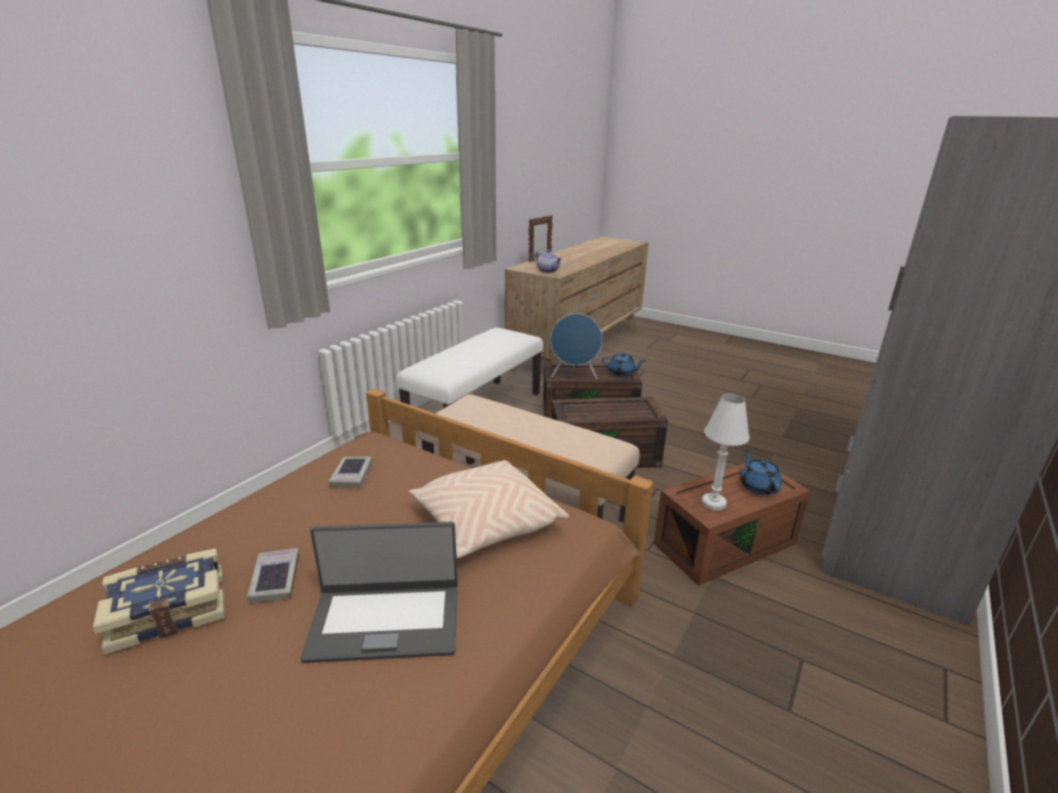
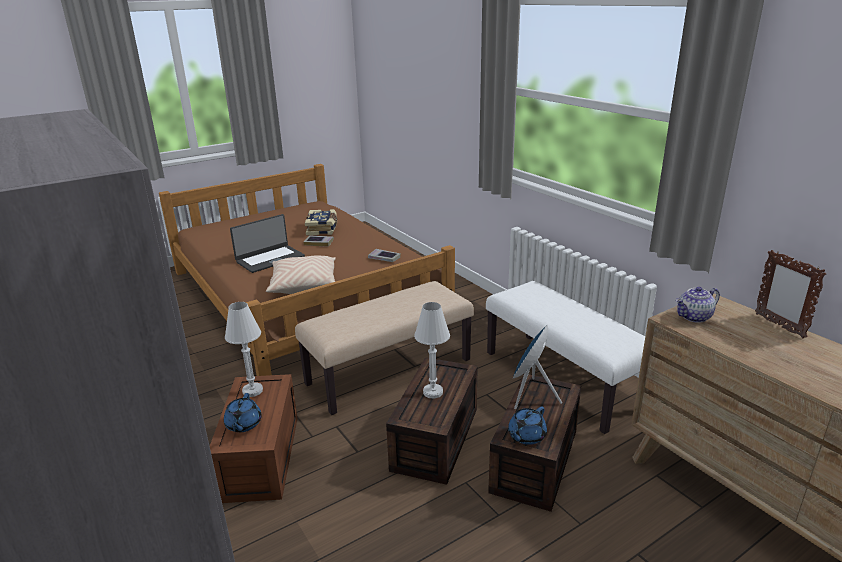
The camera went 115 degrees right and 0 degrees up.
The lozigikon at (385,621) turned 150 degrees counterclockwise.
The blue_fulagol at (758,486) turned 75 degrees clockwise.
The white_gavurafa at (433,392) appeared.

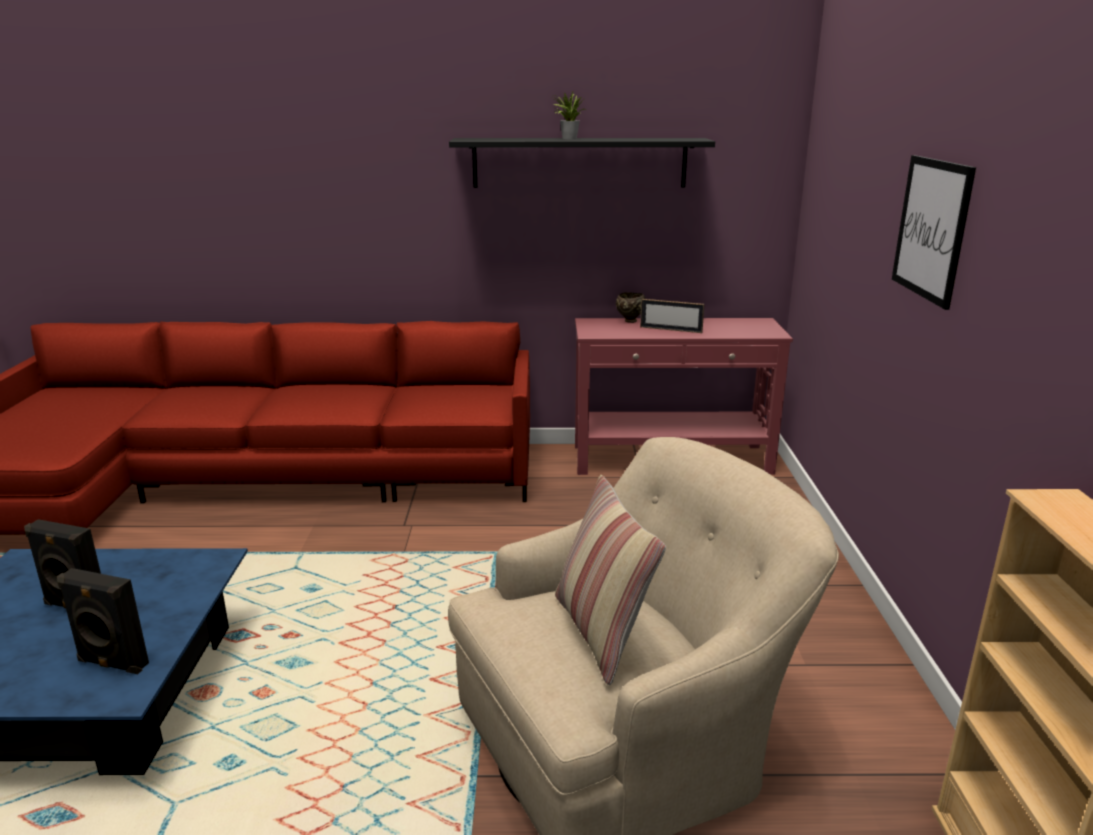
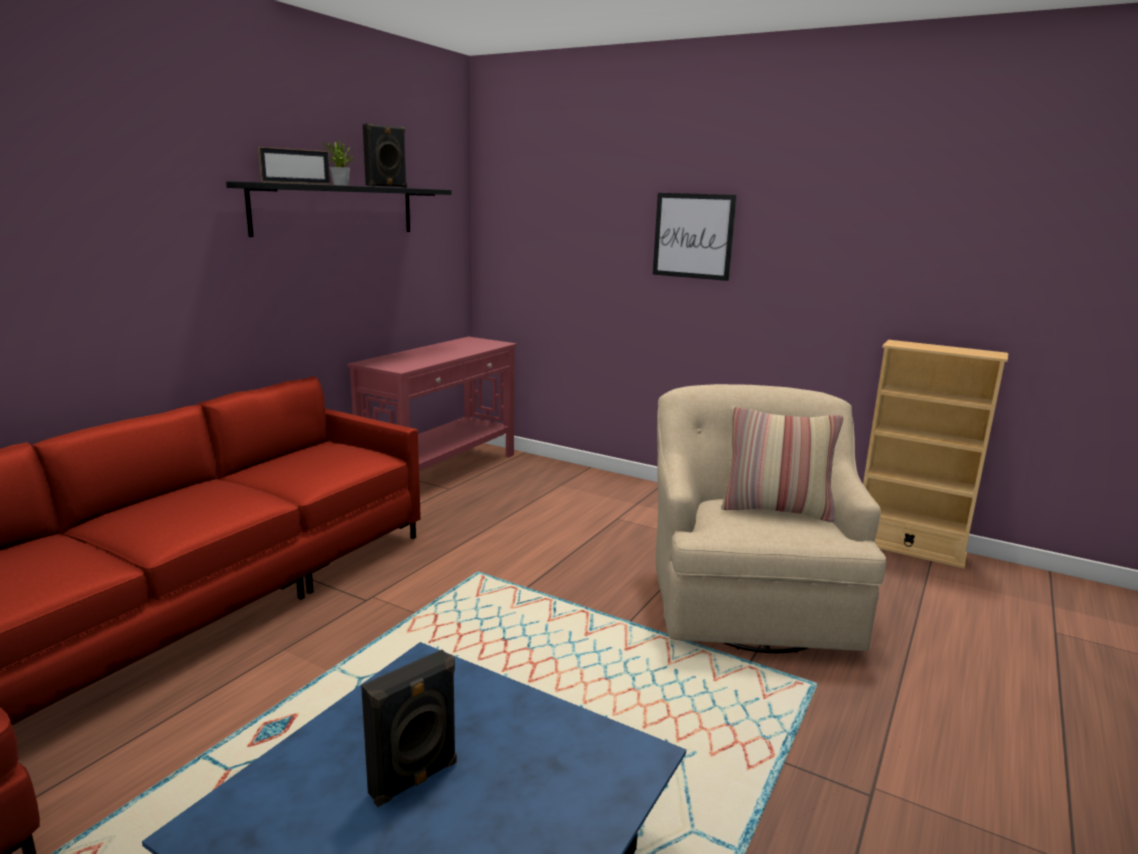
The camera went 60 degrees left and 5 degrees down.
The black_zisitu moved from (112,664) to (387,186).
The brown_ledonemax at (629,321) disappeared.
The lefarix moved from (670,329) to (297,183).

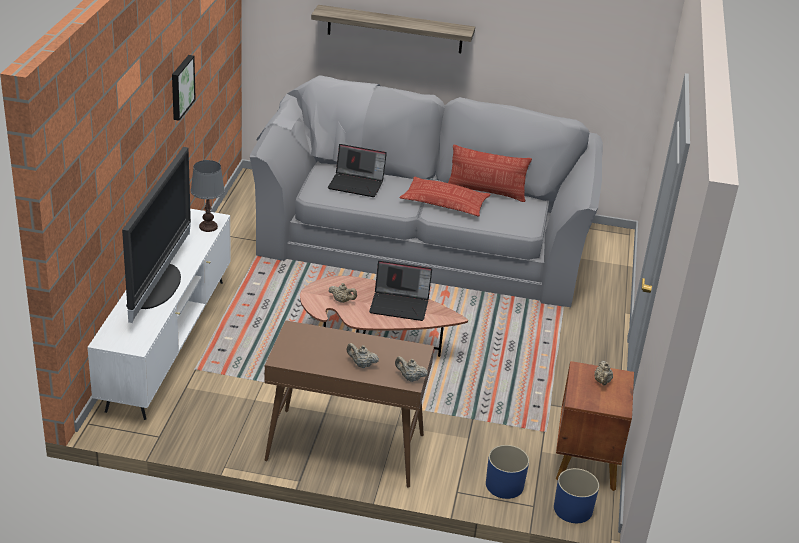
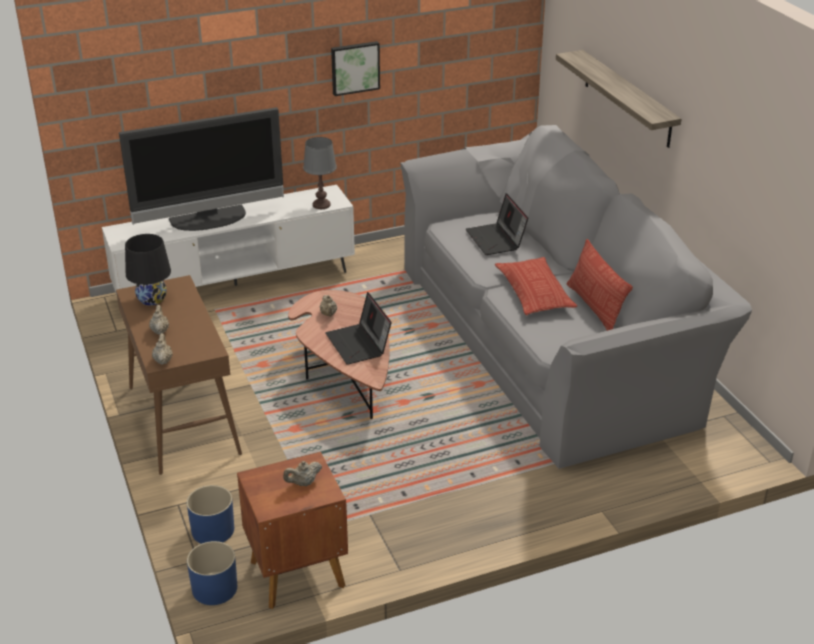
The camera went 60 degrees right and 0 degrees up.
The black_gavurafa at (152,299) appeared.

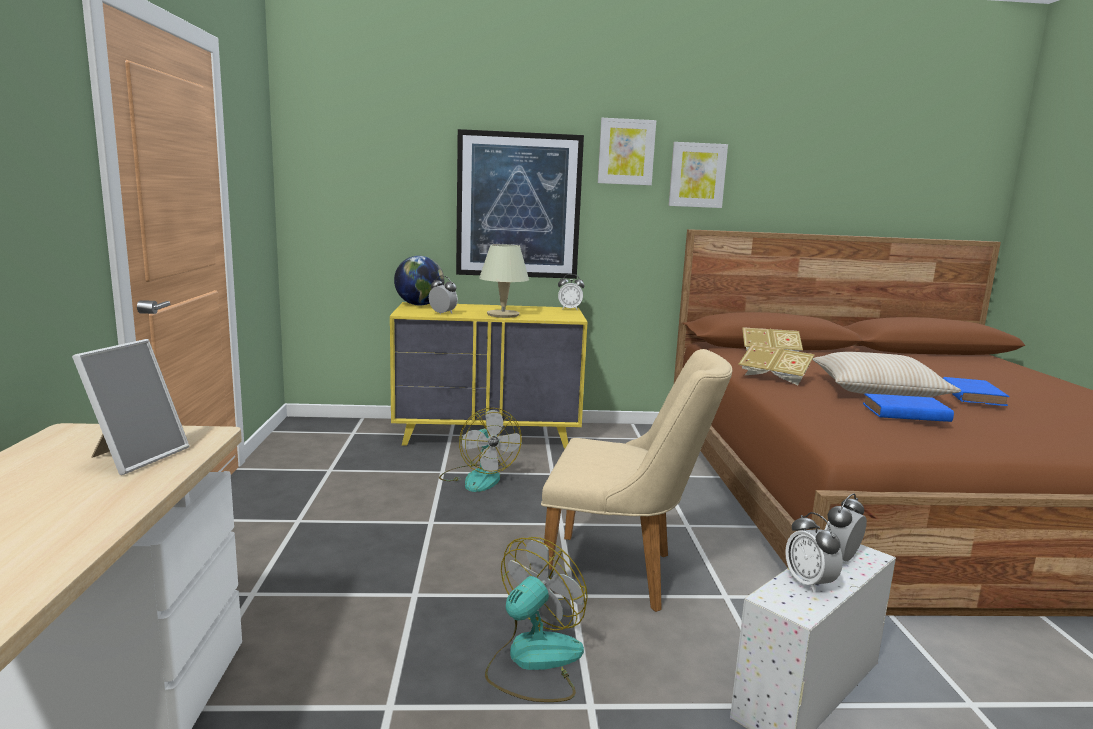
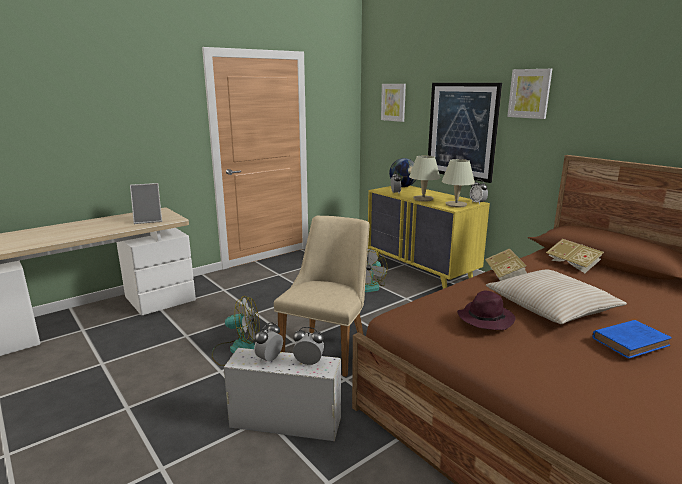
The camera went 55 degrees right and 5 degrees up.
The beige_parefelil at (622,574) turned 135 degrees counterclockwise.
The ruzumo moved from (697,175) to (393,102).
The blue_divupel at (903,413) was replaced by the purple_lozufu at (485,318).
The beige_gavurafa at (455,205) appeared.

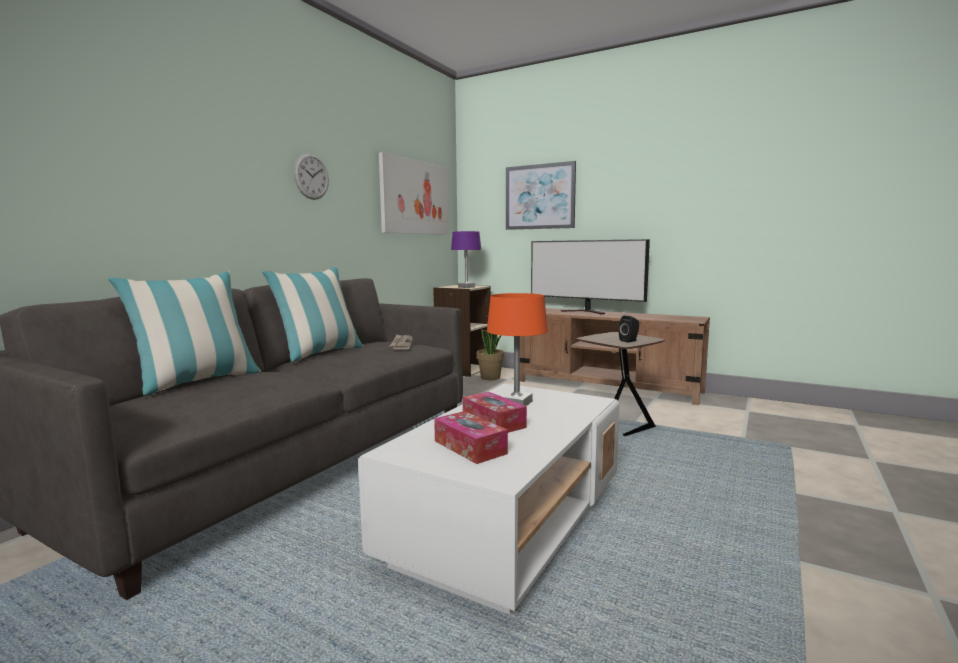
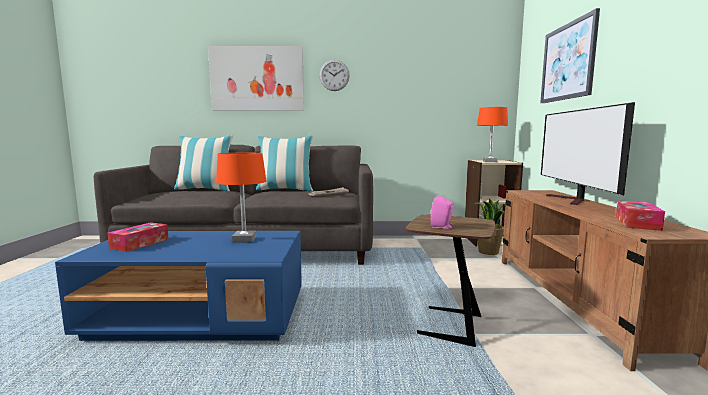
The camera went 60 degrees right and 0 degrees up.
The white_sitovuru at (507,521) became the blue_sitovuru at (201,317).
The ruzumo moved from (415,197) to (257,79).
The purple_gavurafa at (466,287) became the orange_gavurafa at (490,161).
The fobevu moved from (493,422) to (637,223).
The black_zisitu at (630,341) became the pink_zisitu at (442,227).

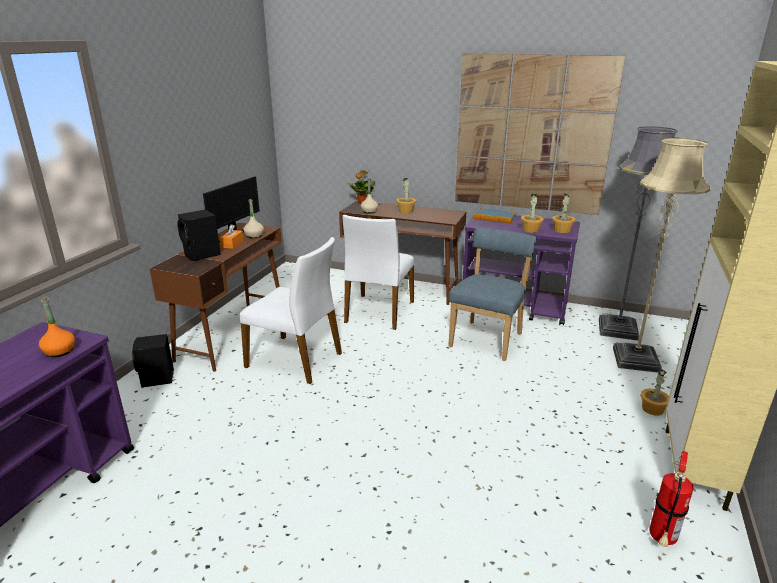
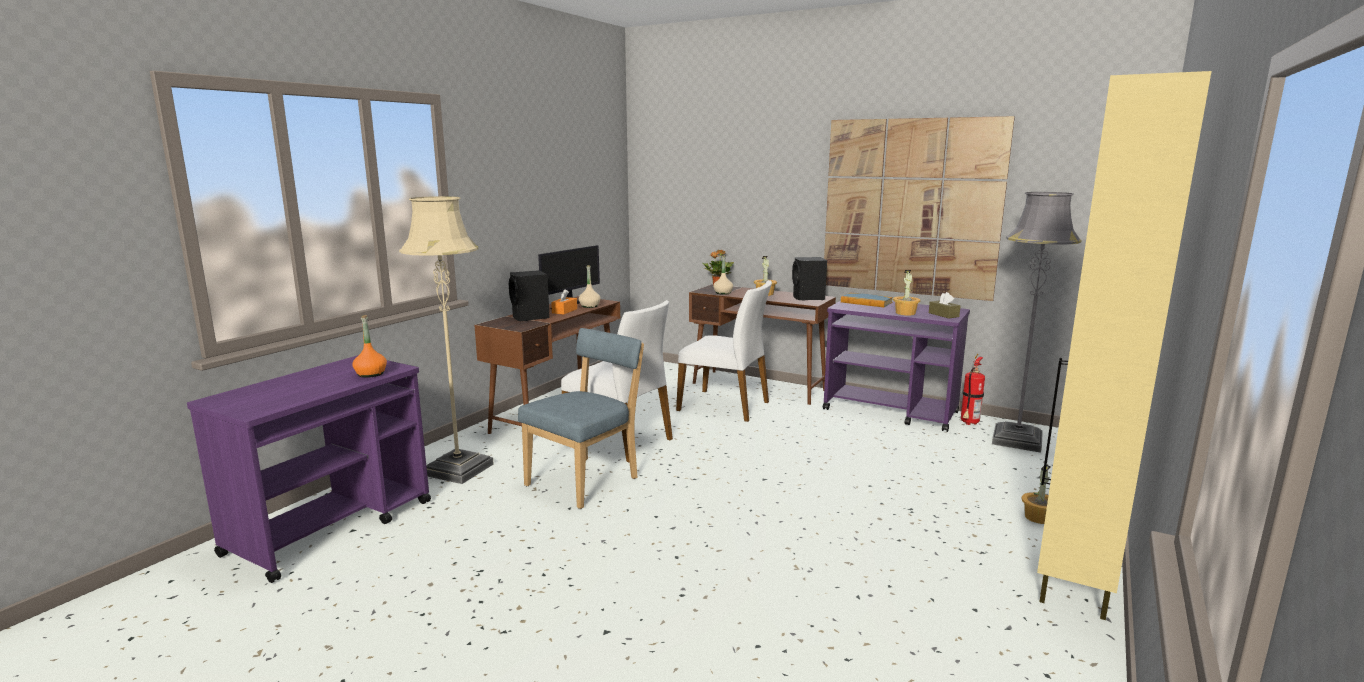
The camera went 10 degrees right and 10 degrees down.
The black_zisitu moved from (157,379) to (808,298).
The white_parefelil at (378,312) turned 90 degrees counterclockwise.
The blue_parefelil moved from (488,338) to (586,480).
The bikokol at (562,230) was replaced by the brown_fobevu at (943,315).
The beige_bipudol moved from (635,359) to (459,469).
The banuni moved from (661,540) to (969,423).

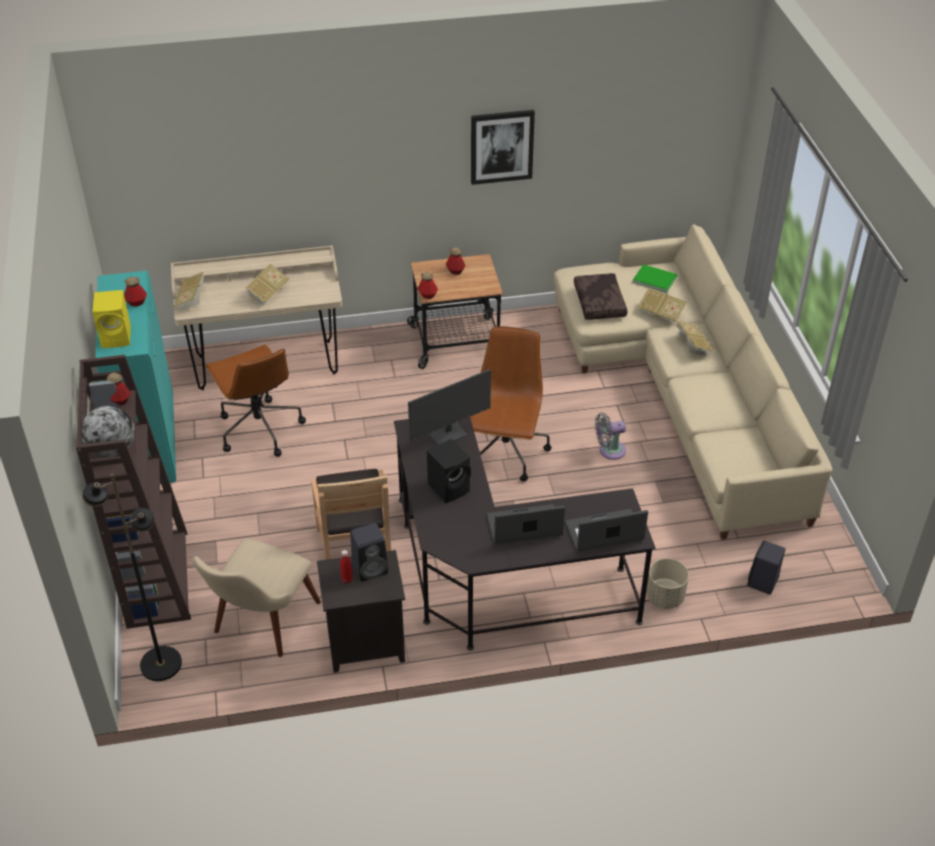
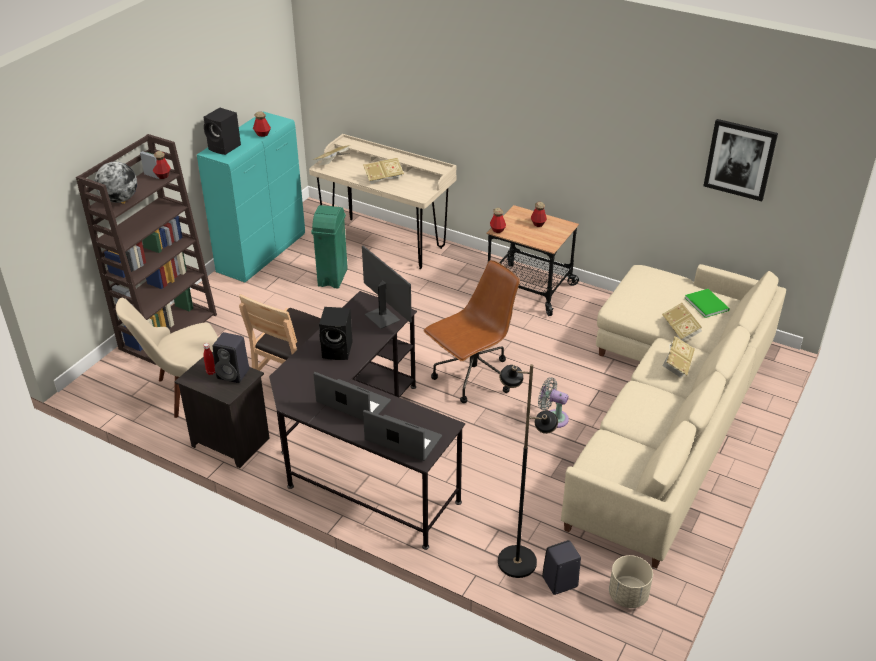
The camera went 40 degrees right and 5 degrees down.
The black_bipudol moved from (160,664) to (517,561).
The yellow_zisitu at (117,337) became the black_zisitu at (225,148).
The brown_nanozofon at (259,428) was replaced by the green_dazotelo at (332,278).
The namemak at (447,434) turned 135 degrees counterclockwise.
The ruzumo moved from (501,146) to (740,159).
The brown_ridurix at (600,303) disappeared.
The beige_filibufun moved from (665,597) to (628,595).

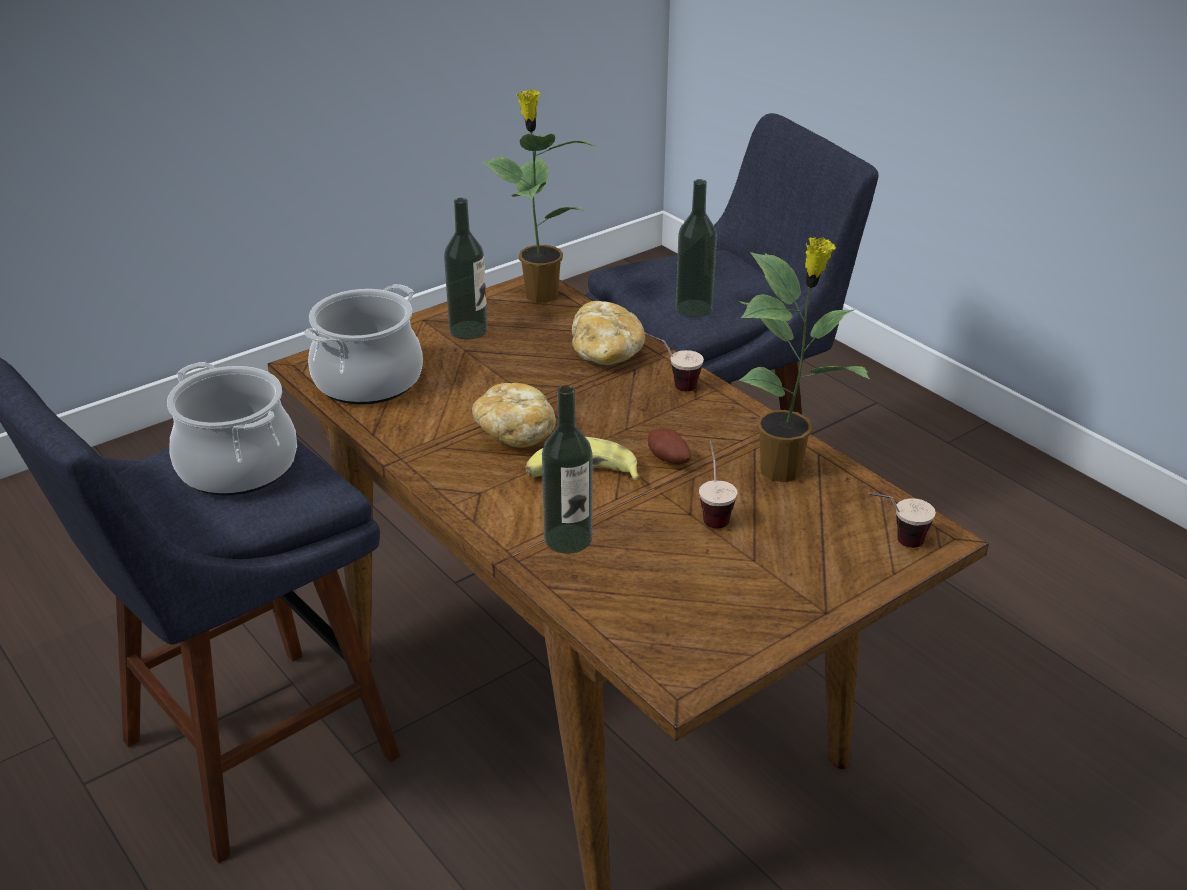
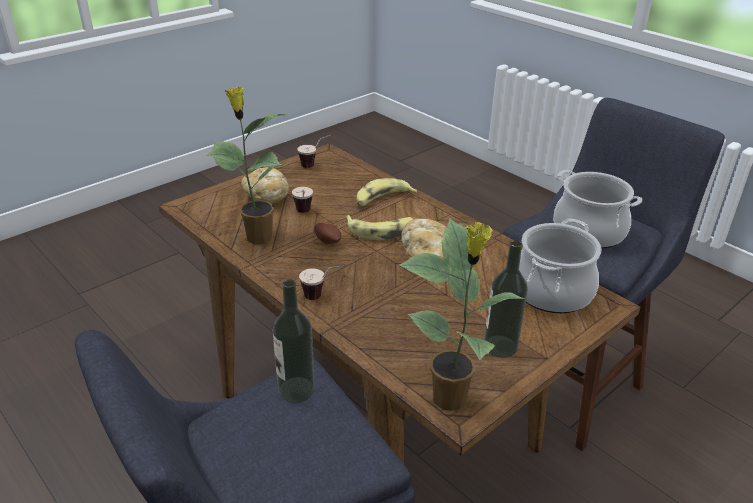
The camera went 175 degrees right and 0 degrees up.
The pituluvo at (568,539) was replaced by the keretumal at (382,199).
The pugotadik moved from (606,353) to (267,196).
The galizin moved from (895,542) to (315,164).

